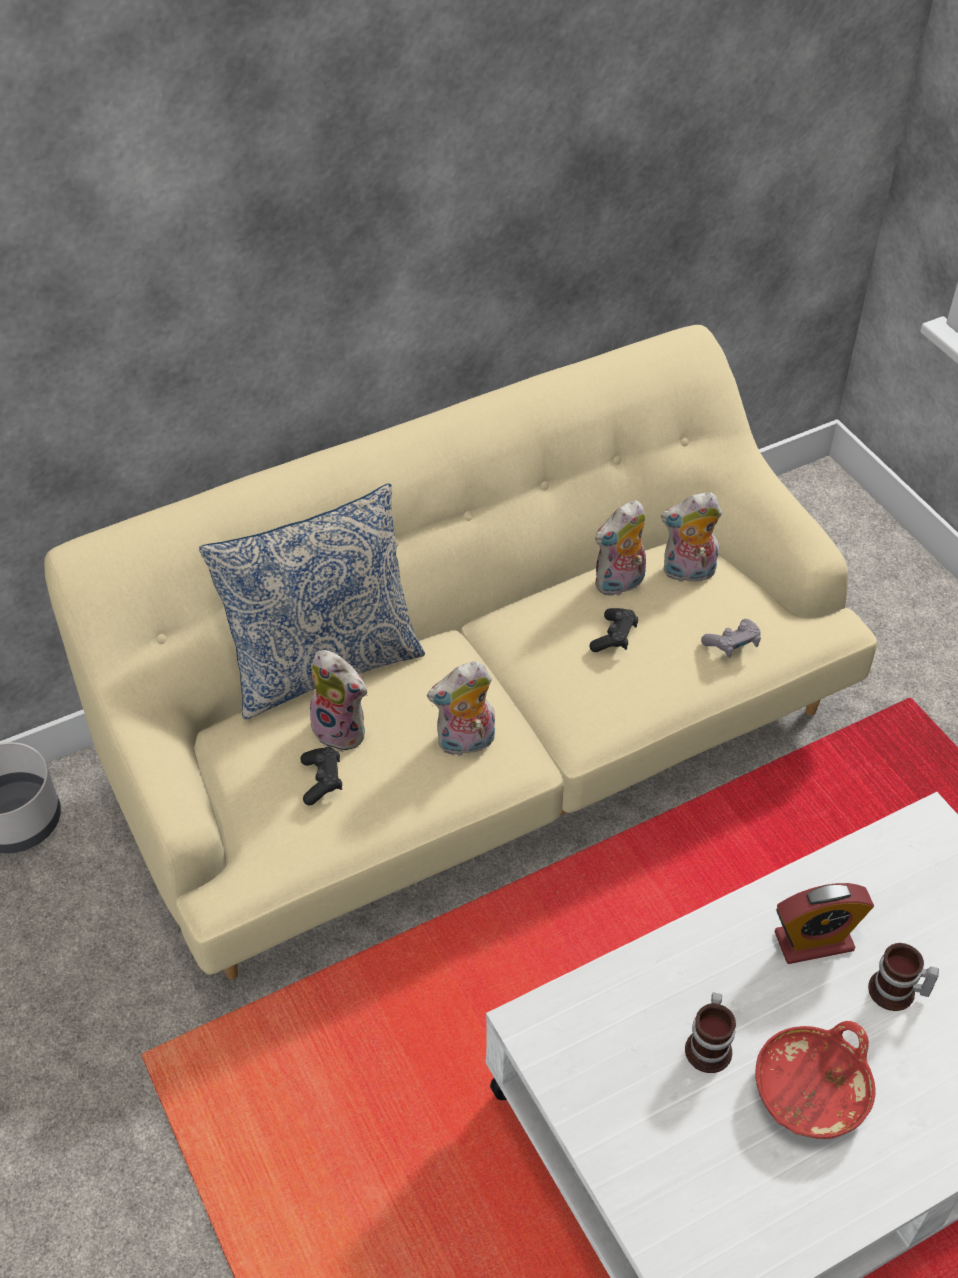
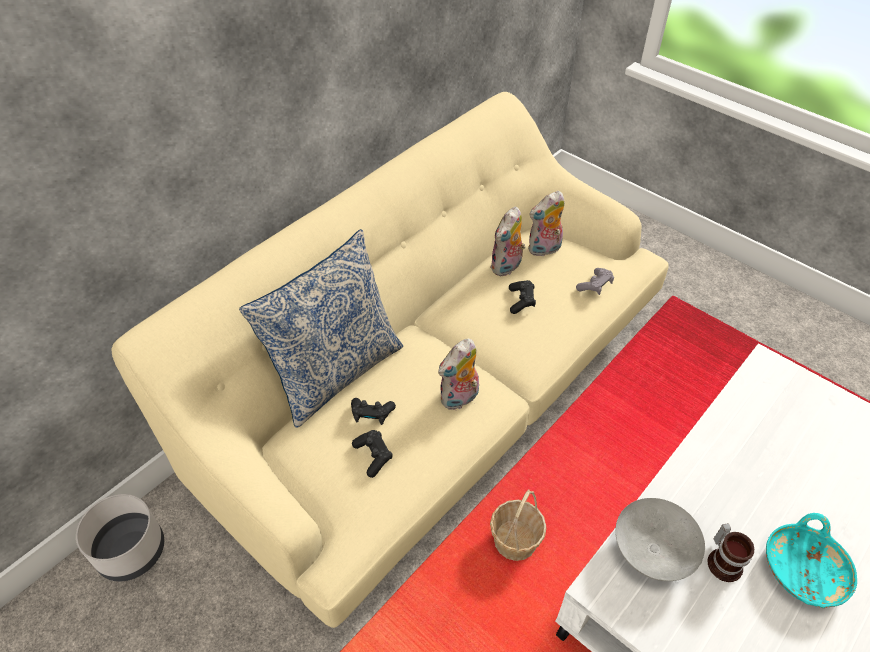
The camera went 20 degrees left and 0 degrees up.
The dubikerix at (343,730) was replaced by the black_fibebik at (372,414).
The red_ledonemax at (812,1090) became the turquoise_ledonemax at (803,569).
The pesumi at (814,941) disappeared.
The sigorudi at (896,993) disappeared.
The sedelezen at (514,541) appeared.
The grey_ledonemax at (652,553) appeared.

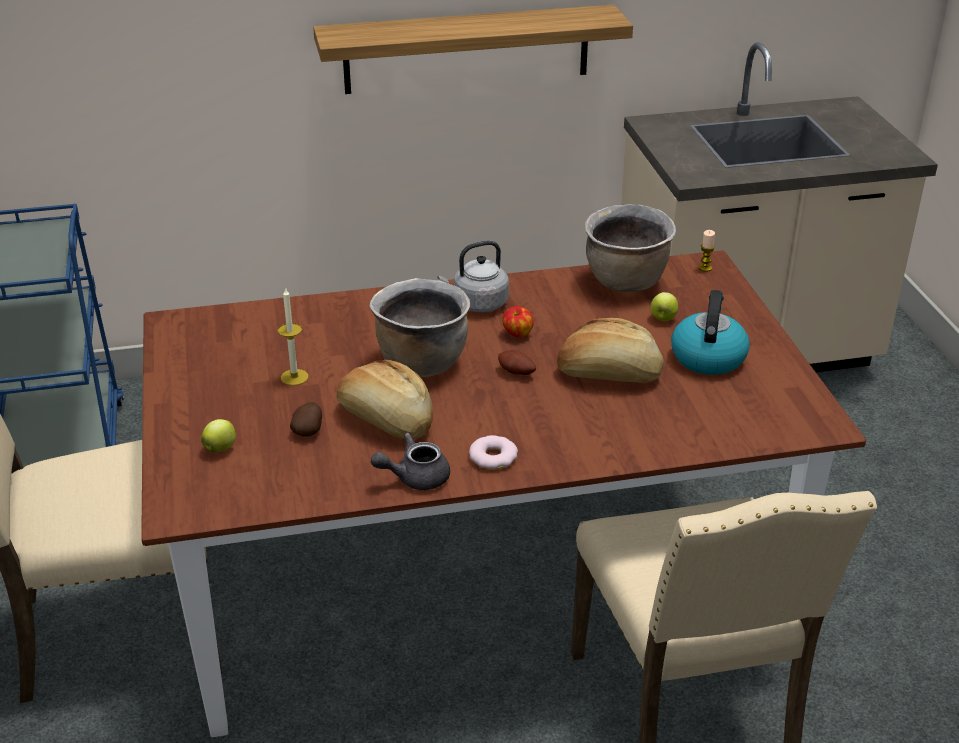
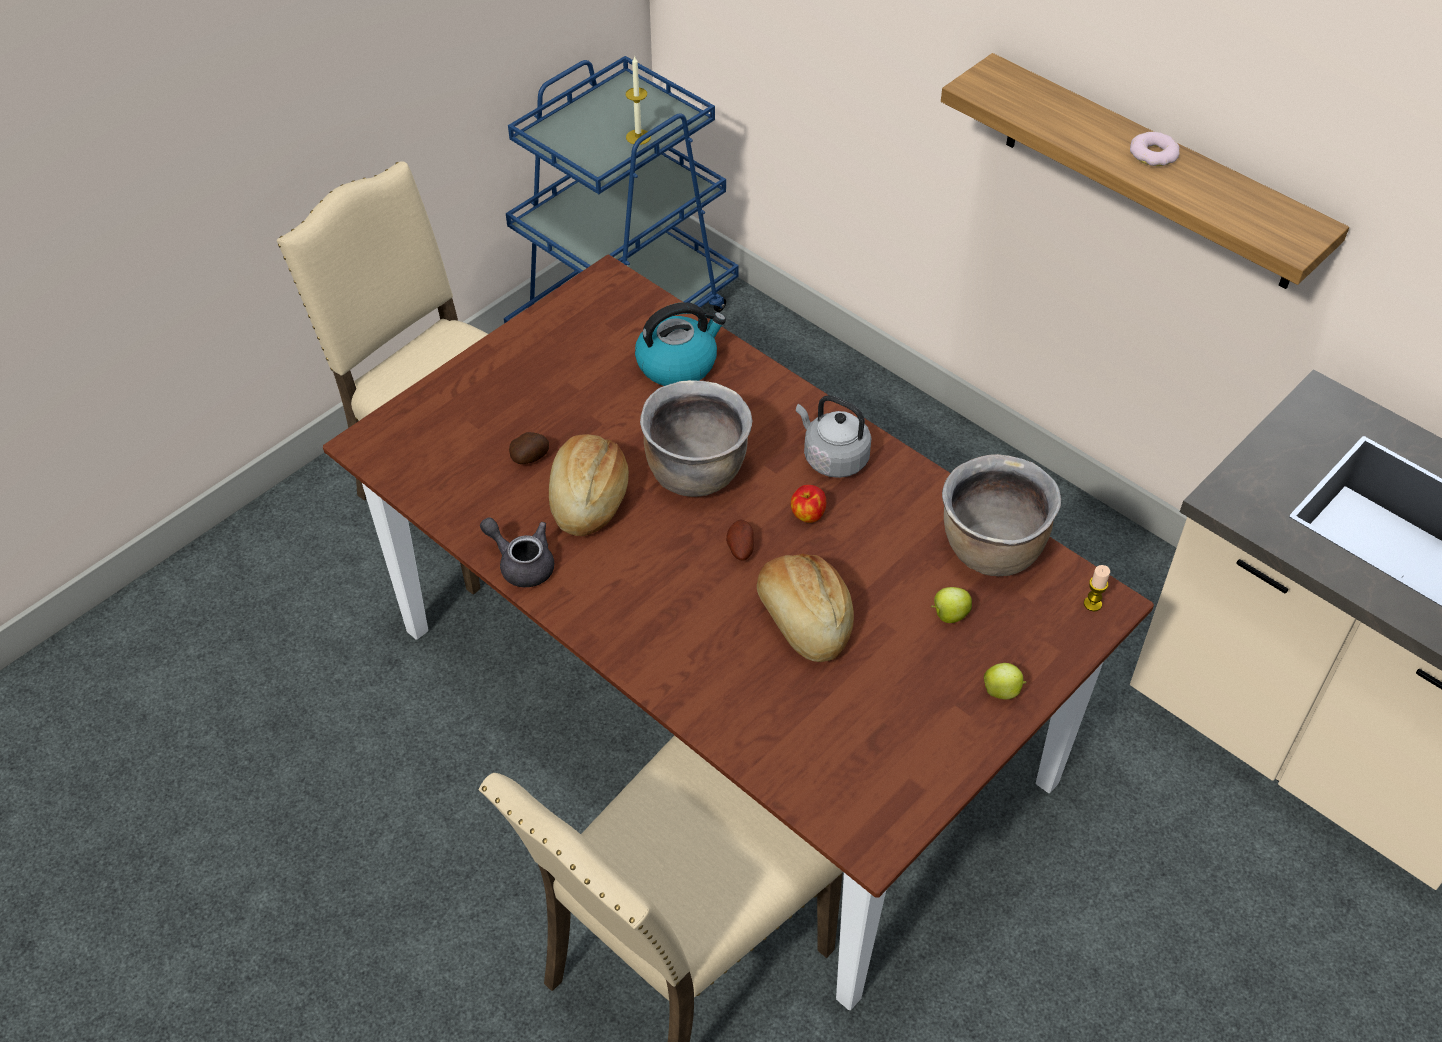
The camera went 55 degrees right and 15 degrees up.
The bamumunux moved from (221,448) to (1002,691).
The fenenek moved from (294,377) to (638,137).
The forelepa moved from (493,457) to (1153,154).
The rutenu moved from (707,356) to (678,364).

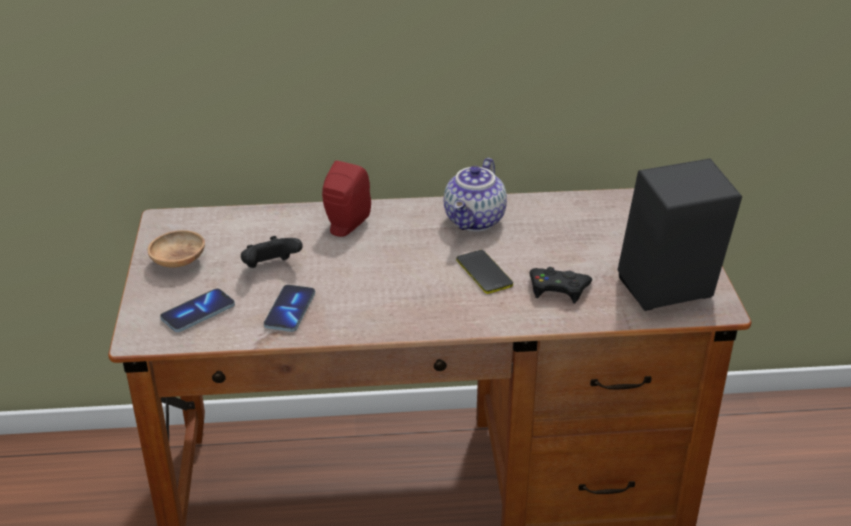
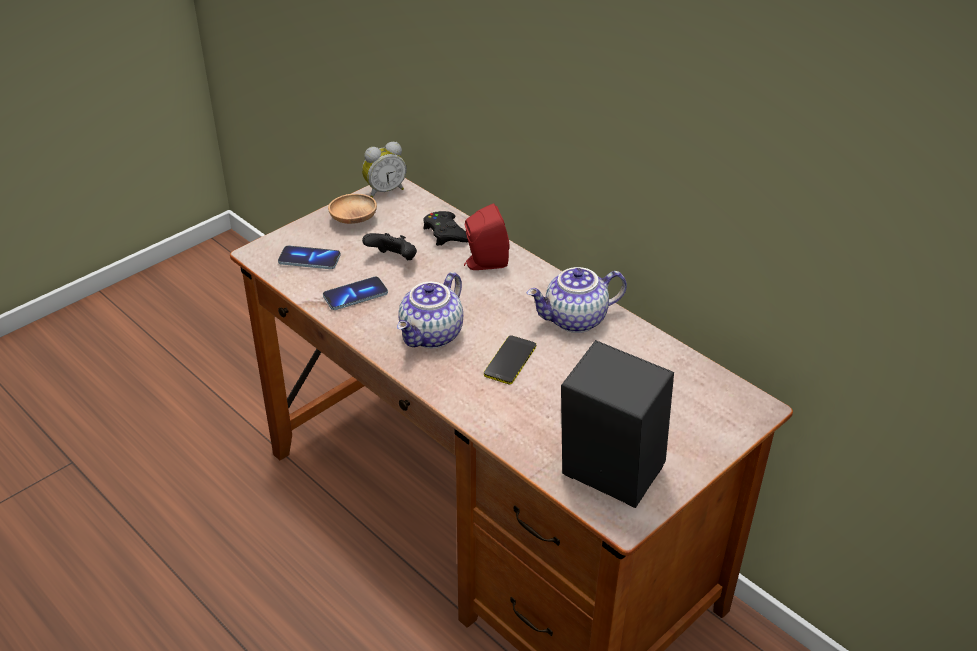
The camera went 50 degrees right and 5 degrees up.
The black_fibebik moved from (558,289) to (447,233).
The pesumi at (384,190) appeared.
The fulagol at (432,336) appeared.

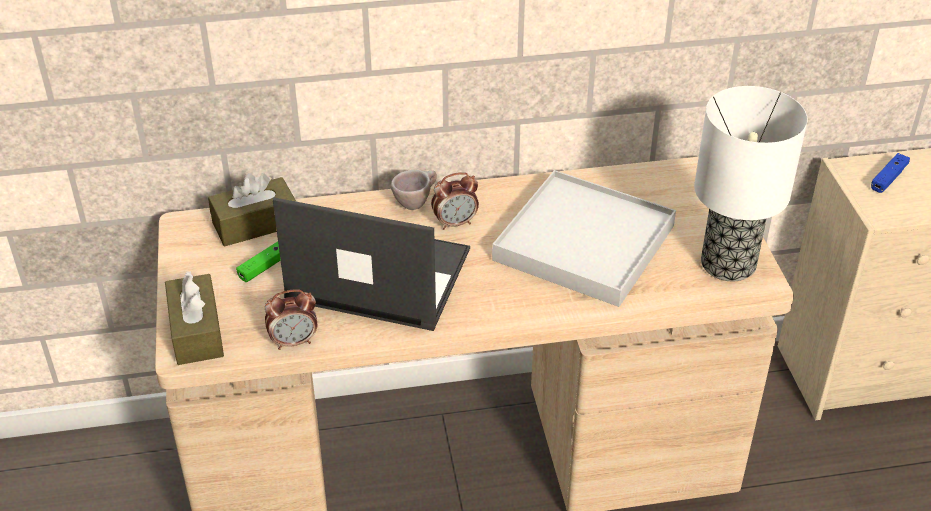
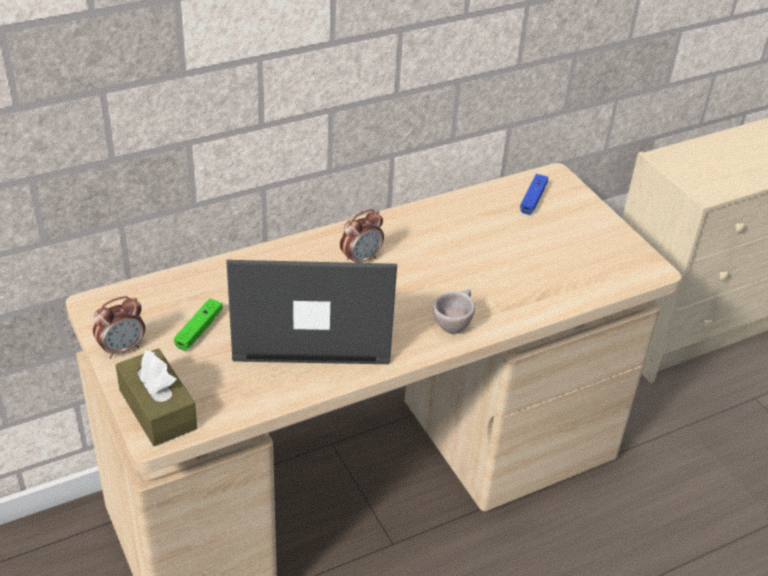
The camera went 20 degrees left and 0 degrees up.
The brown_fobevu at (255,224) disappeared.
The pesumi moved from (294,342) to (122,348).
The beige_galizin moved from (416,202) to (454,325).
The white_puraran at (584,243) disappeared.
The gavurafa at (730,263) disappeared.
The blue_fibebik moved from (888,178) to (533,199).

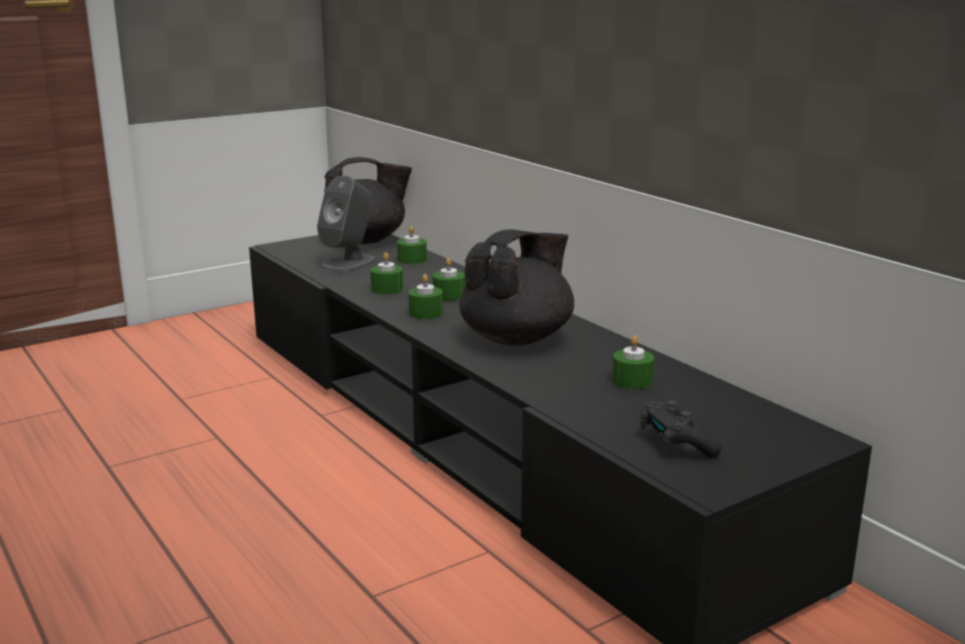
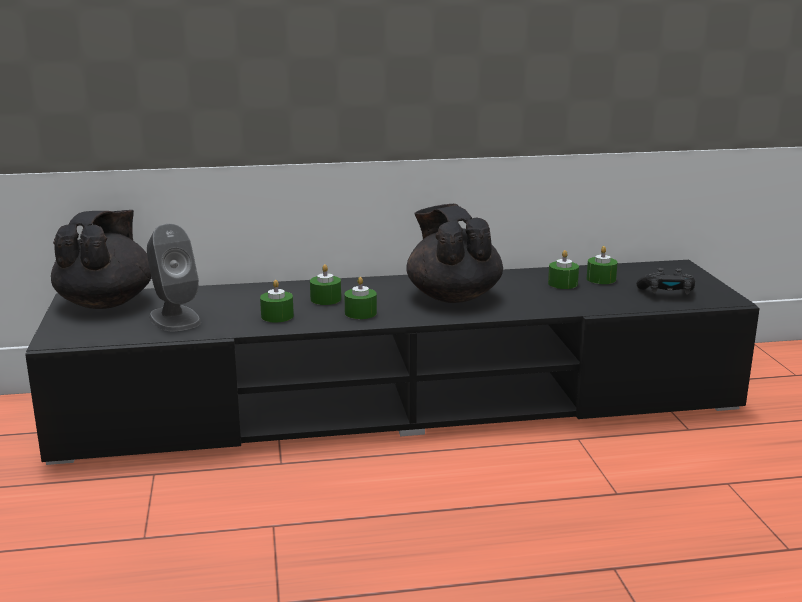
The camera went 65 degrees left and 0 degrees up.
The green_fenenek moved from (412,260) to (601,279).

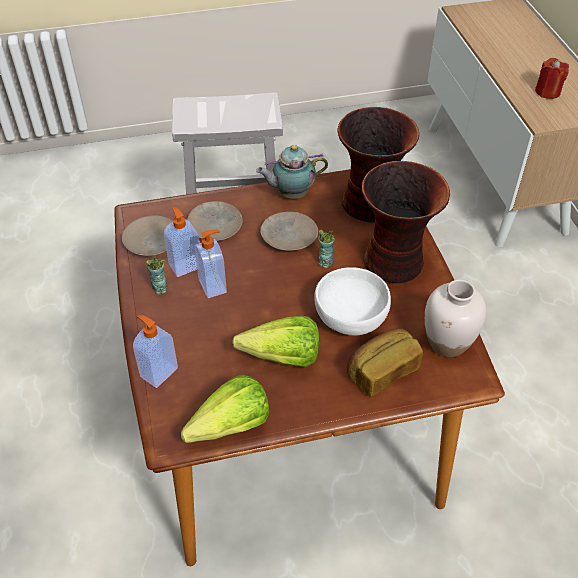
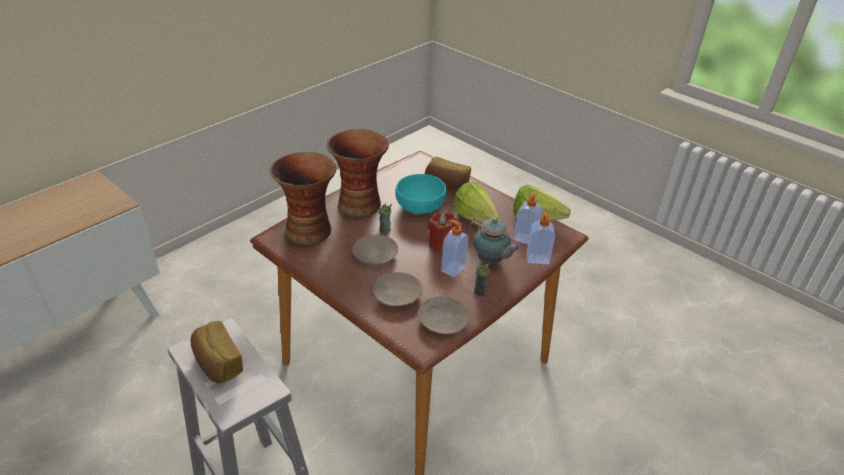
The camera went 125 degrees left and 10 degrees down.
The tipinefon moved from (185,265) to (525,239).
The fulagol moved from (291,194) to (491,260).
The white_ledonemax at (351,317) became the turquoise_ledonemax at (421,206).
The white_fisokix at (447,344) disappeared.
The red_fenenek moved from (547,92) to (441,244).
The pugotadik at (217,364) appeared.

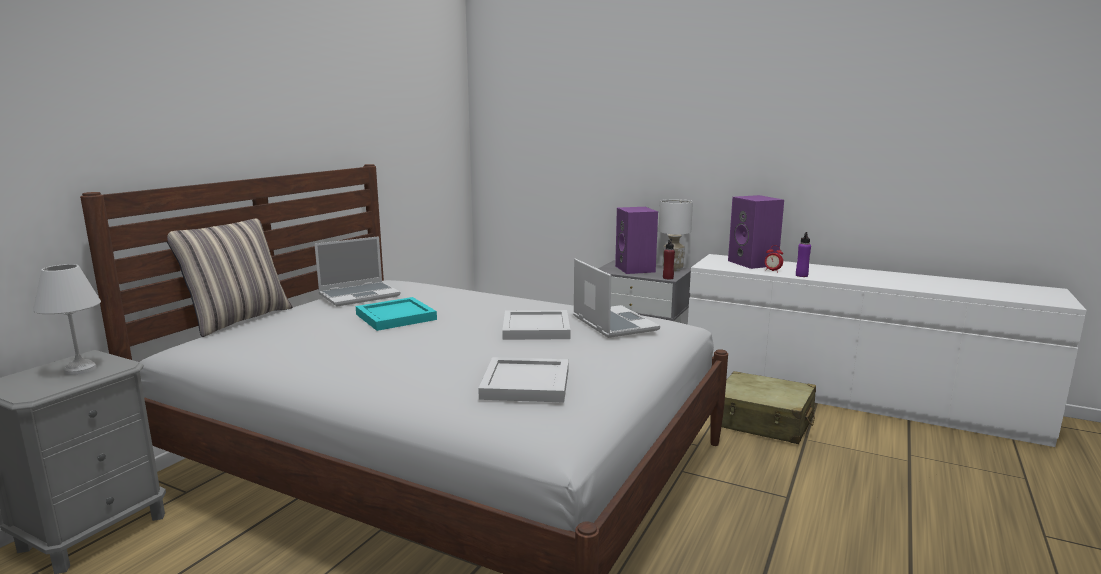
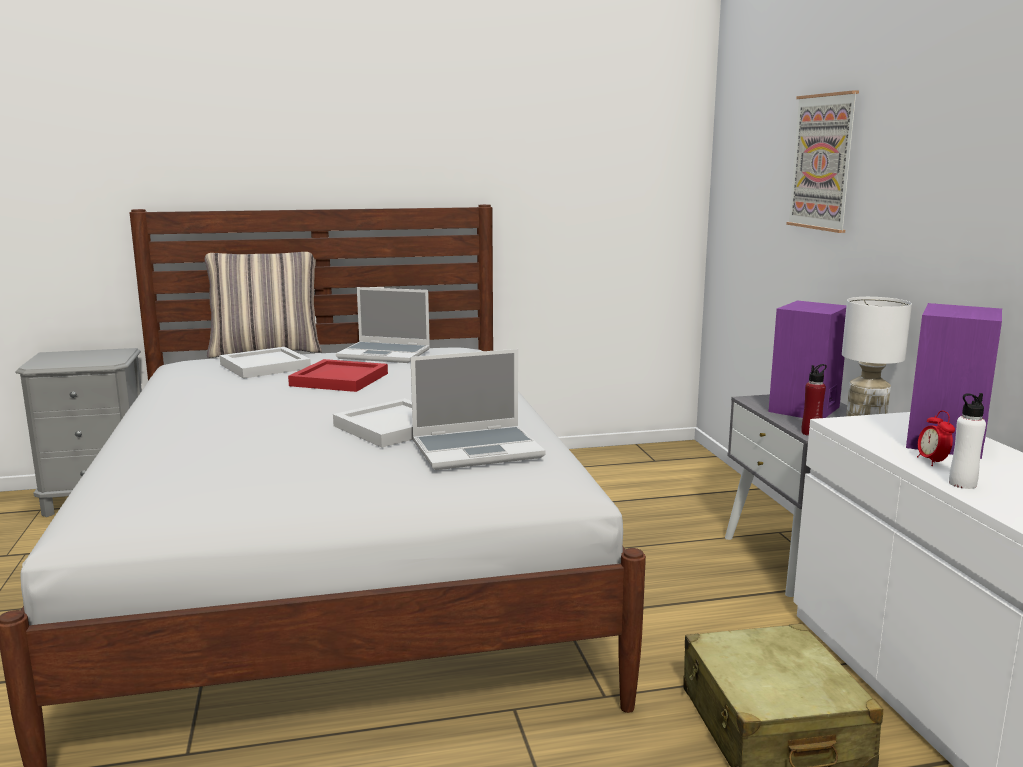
The camera went 50 degrees right and 0 degrees up.
The white_gavurafa at (79,369) disappeared.
The turquoise_puraran at (395,317) became the red_puraran at (338,380).
The white_puraran moved from (524,383) to (265,366).
The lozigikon at (612,323) turned 45 degrees clockwise.
The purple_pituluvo at (801,275) became the white_pituluvo at (962,484).
The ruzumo at (823,162) appeared.

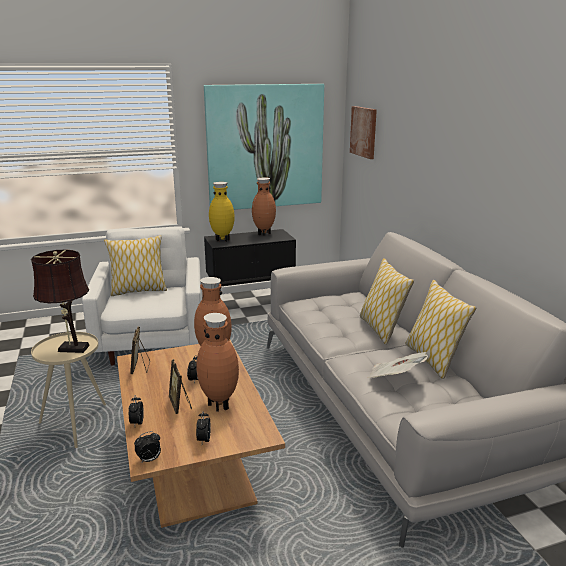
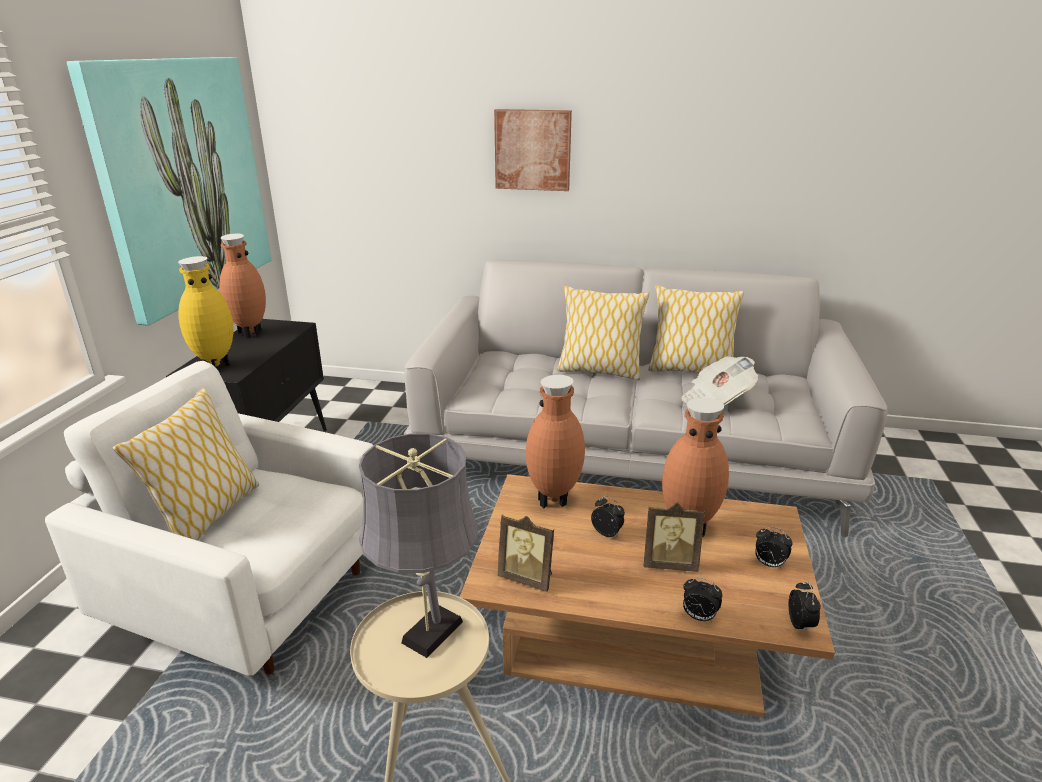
The camera went 60 degrees left and 5 degrees up.
The brown_gavurafa at (70,348) became the grey_gavurafa at (428,636).
The ruzumo moved from (364,132) to (533,150).

